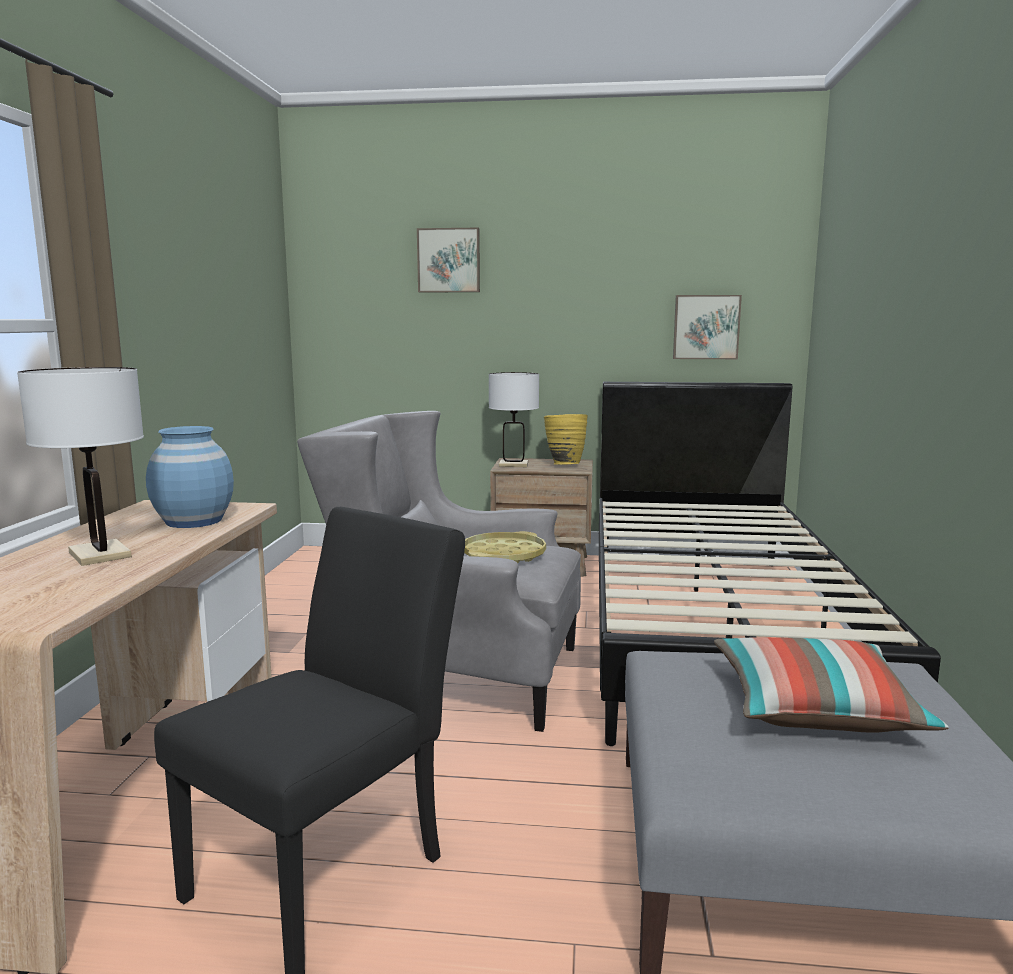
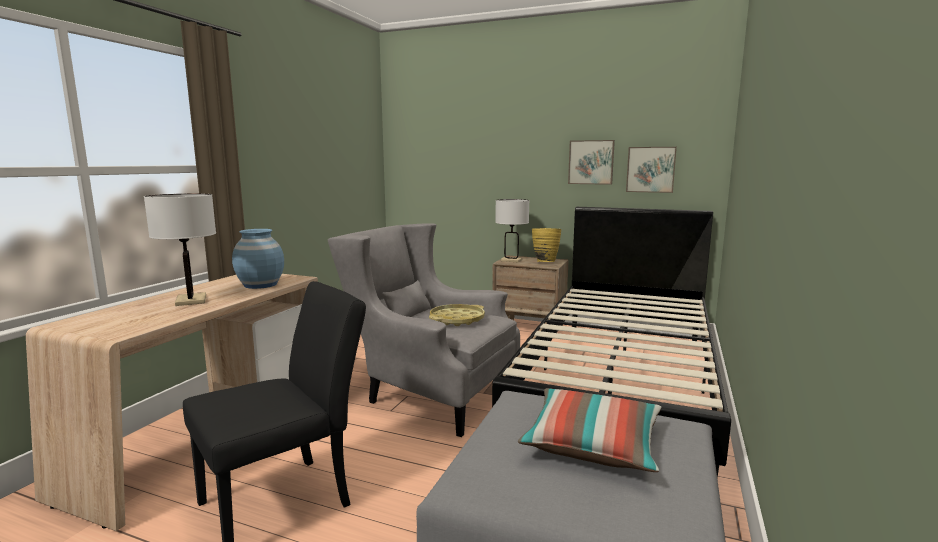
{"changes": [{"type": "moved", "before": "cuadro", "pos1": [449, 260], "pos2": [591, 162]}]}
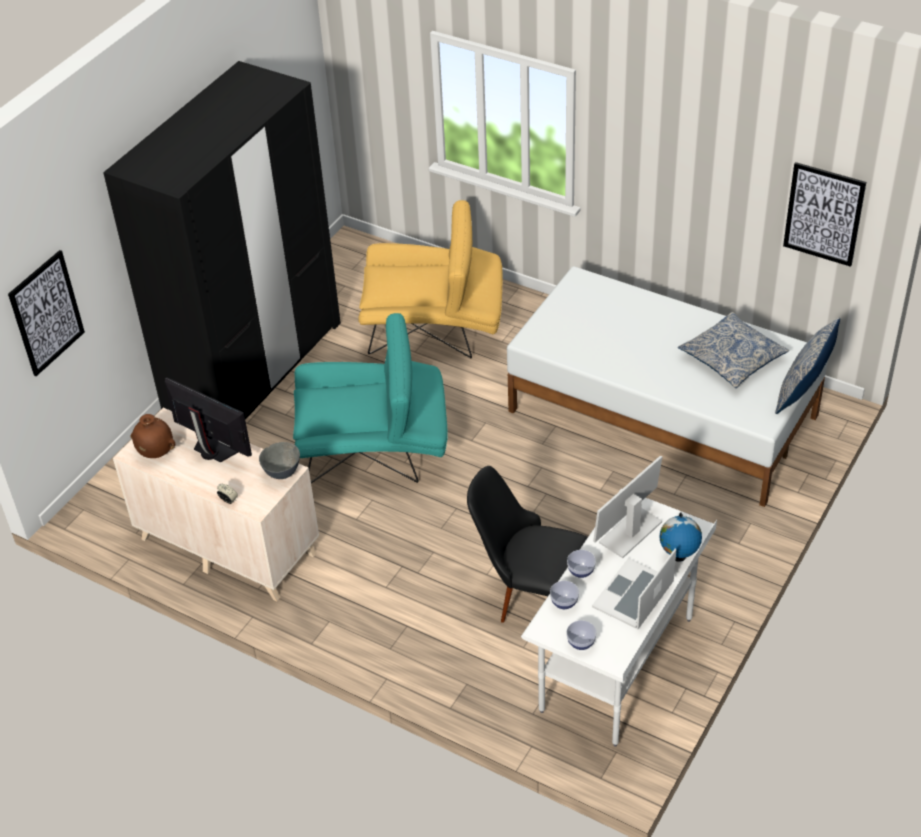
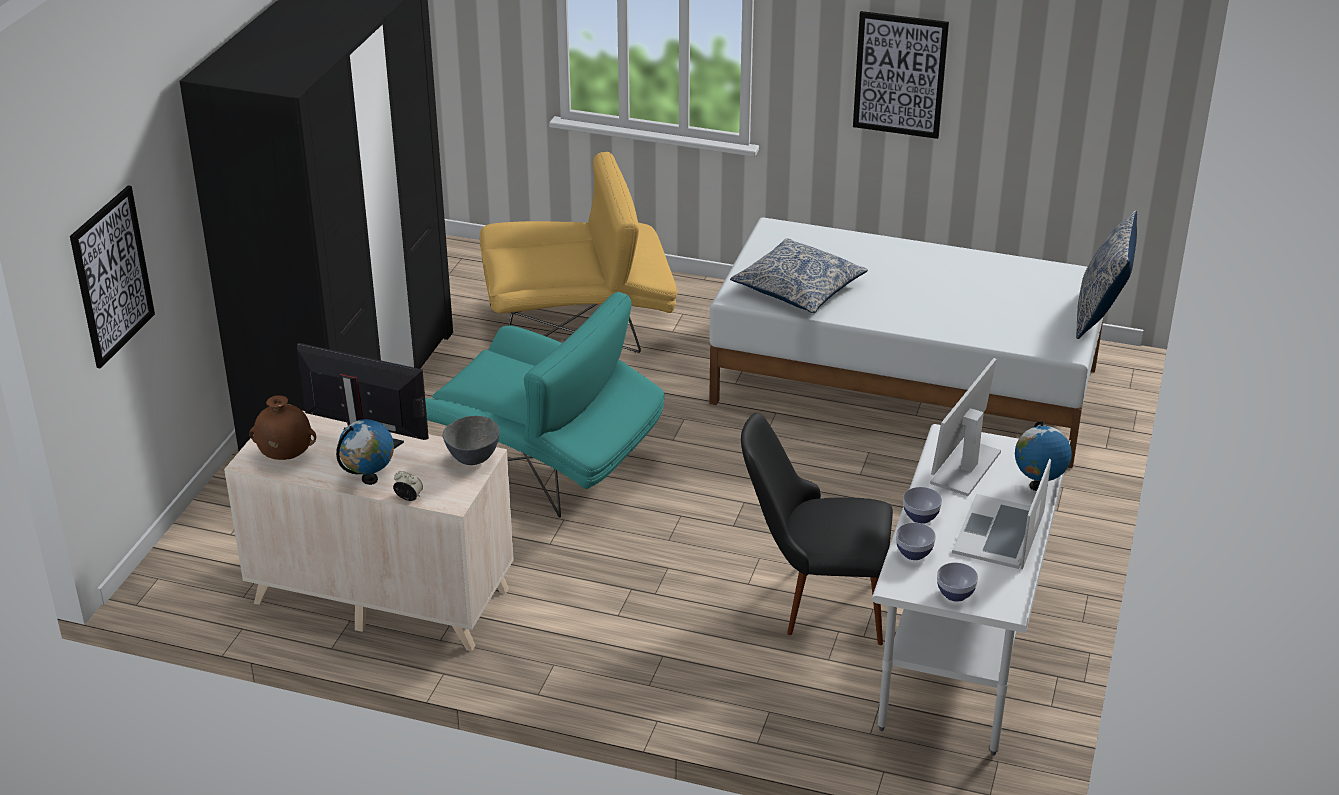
{"changes": [{"type": "turned", "before": "sillón [turquesa]", "pos1": [373, 449], "pos2": [545, 464], "turn": 45}, {"type": "moved", "before": "cojín", "pos1": [732, 358], "pos2": [799, 288]}, {"type": "moved", "before": "cuadro", "pos1": [824, 214], "pos2": [900, 74]}, {"type": "added", "after": "globo terráqueo", "pos2": [369, 479]}]}
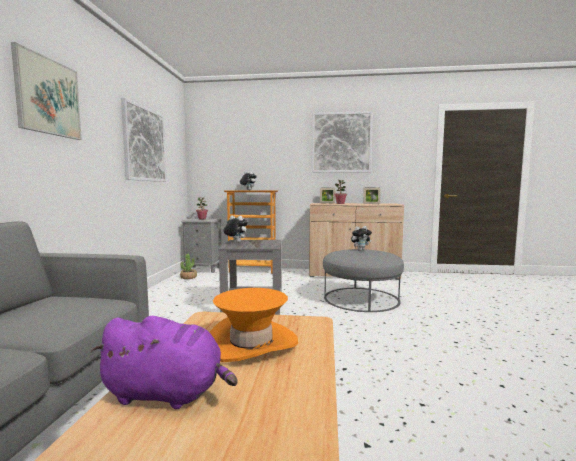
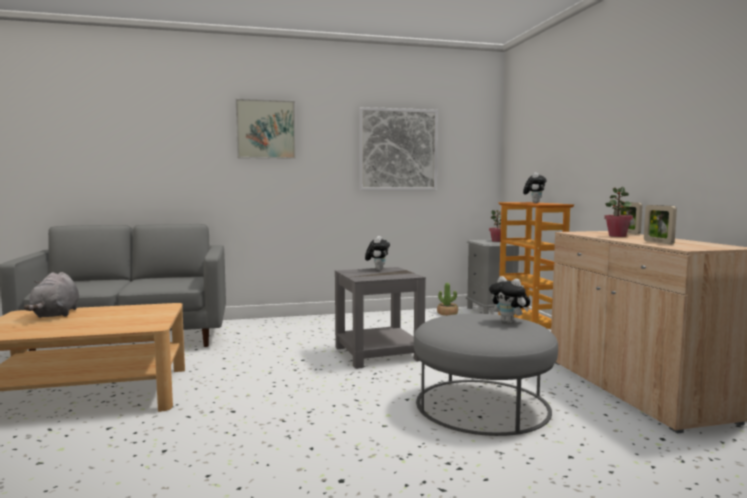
{"changes": [{"type": "recoloured", "before": "peluche [morado]", "after": "peluche [gris]", "pos1": [168, 393], "pos2": [56, 314]}, {"type": "removed", "before": "sombrero [naranja]", "pos1": [251, 343]}, {"type": "removed", "before": "cuadro", "pos1": [341, 142]}]}
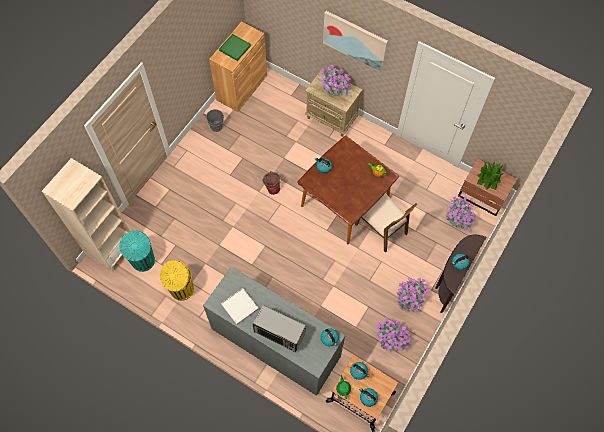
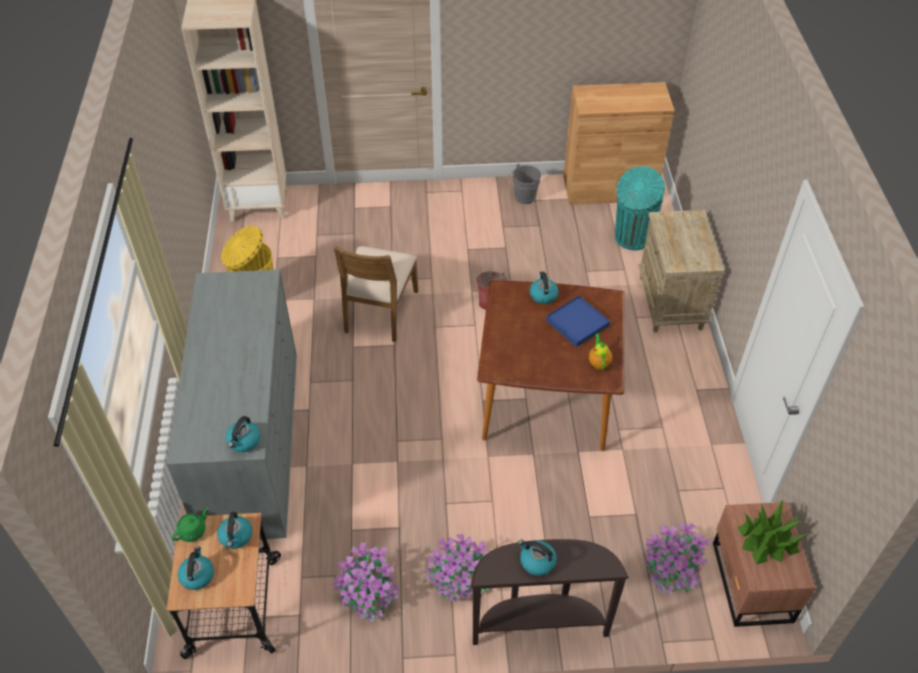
{"changes": [{"type": "moved", "before": "papelera [turquesa]", "pos1": [143, 261], "pos2": [632, 238]}, {"type": "removed", "before": "bandeja [verde]", "pos1": [235, 48]}, {"type": "removed", "before": "bandeja [blanco]", "pos1": [240, 306]}, {"type": "removed", "before": "microondas", "pos1": [279, 332]}, {"type": "removed", "before": "planta en maceta", "pos1": [335, 88]}, {"type": "removed", "before": "cuadro", "pos1": [355, 40]}, {"type": "moved", "before": "silla [marrón]", "pos1": [382, 229], "pos2": [380, 311]}, {"type": "added", "after": "bandeja [azul]", "pos2": [577, 323]}]}
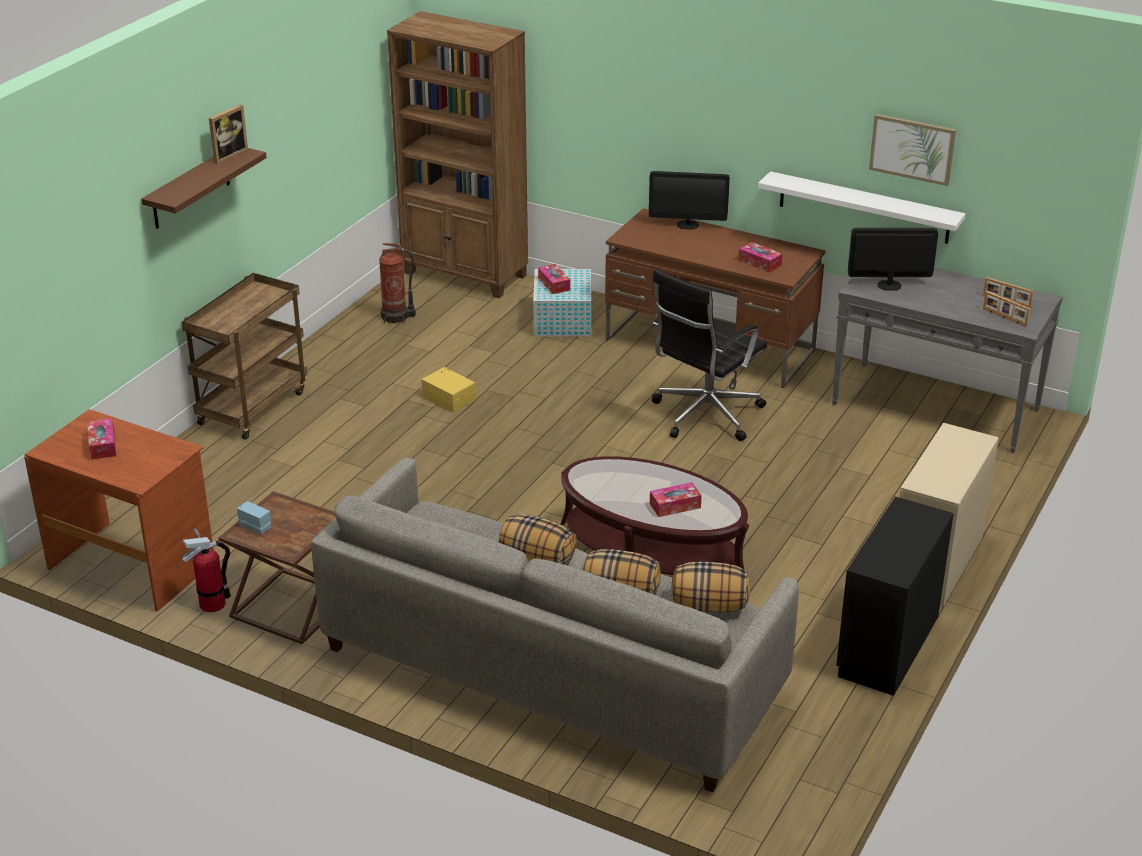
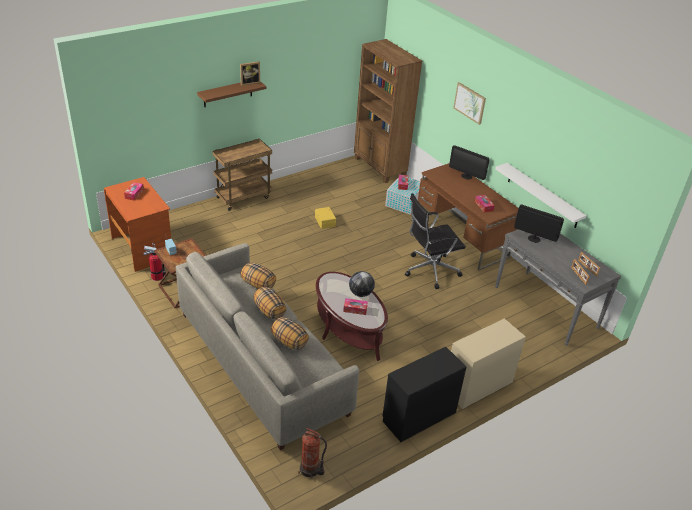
{"changes": [{"type": "moved", "before": "extintor", "pos1": [396, 317], "pos2": [310, 469]}, {"type": "moved", "before": "cojín", "pos1": [709, 606], "pos2": [258, 284]}, {"type": "moved", "before": "cuadro", "pos1": [912, 148], "pos2": [470, 103]}, {"type": "added", "after": "globo terráqueo", "pos2": [361, 293]}]}
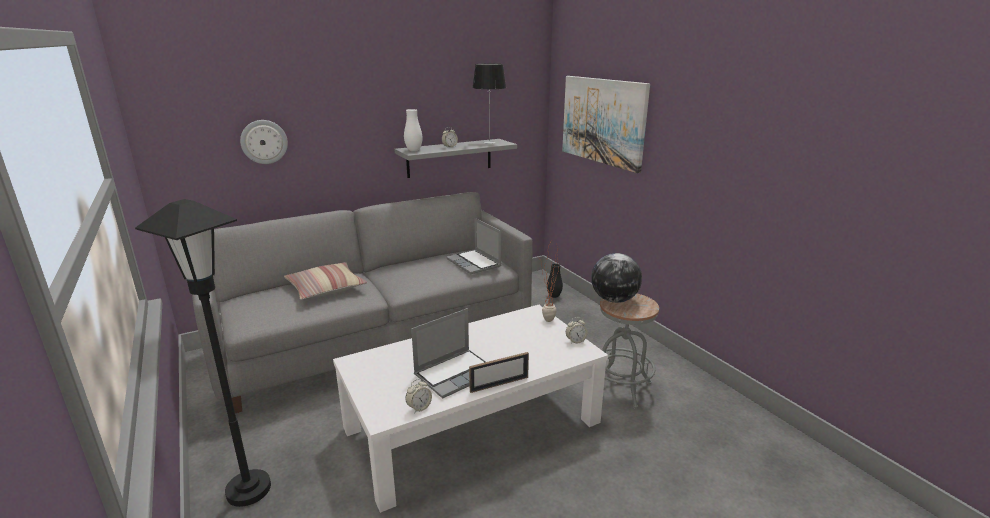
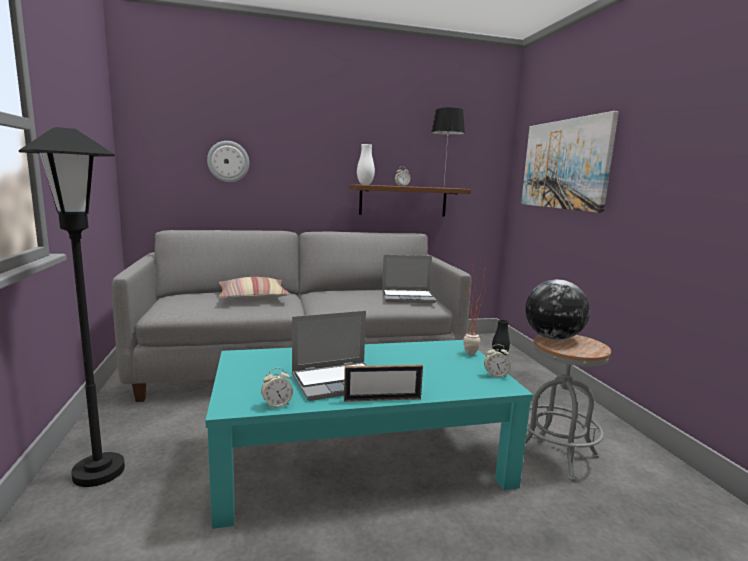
{"changes": [{"type": "recoloured", "before": "mesa de centro [blanco]", "after": "mesa de centro [turquesa]", "pos1": [473, 425], "pos2": [362, 459]}, {"type": "recoloured", "before": "estante [gris]", "after": "estante [marrón]", "pos1": [449, 158], "pos2": [403, 201]}, {"type": "turned", "before": "portátil", "pos1": [474, 263], "pos2": [408, 297], "turn": -75}]}
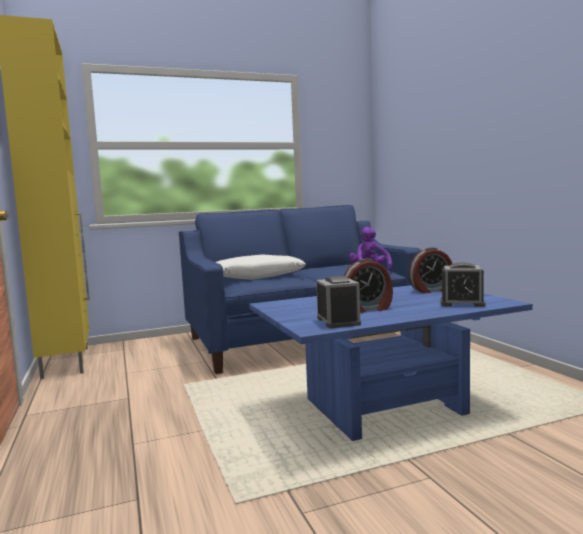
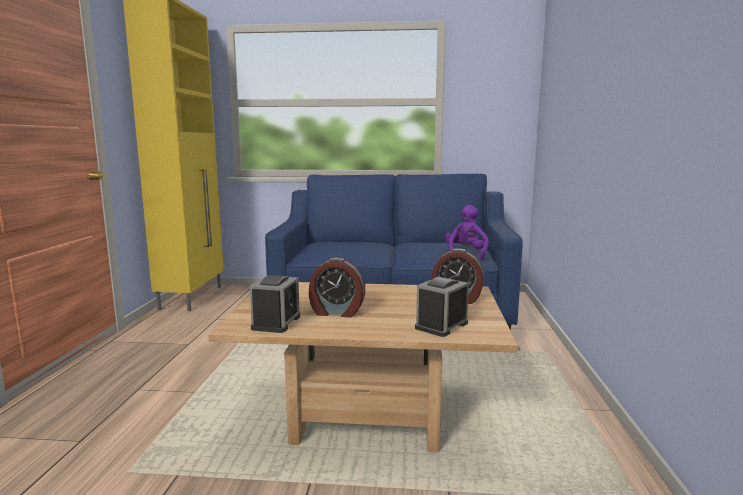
{"changes": [{"type": "removed", "before": "cojín [blanco]", "pos1": [258, 277]}, {"type": "recoloured", "before": "mesa de centro [azul]", "after": "mesa de centro [beis]", "pos1": [384, 407], "pos2": [368, 416]}, {"type": "turned", "before": "despertador", "pos1": [462, 303], "pos2": [441, 325], "turn": 90}]}
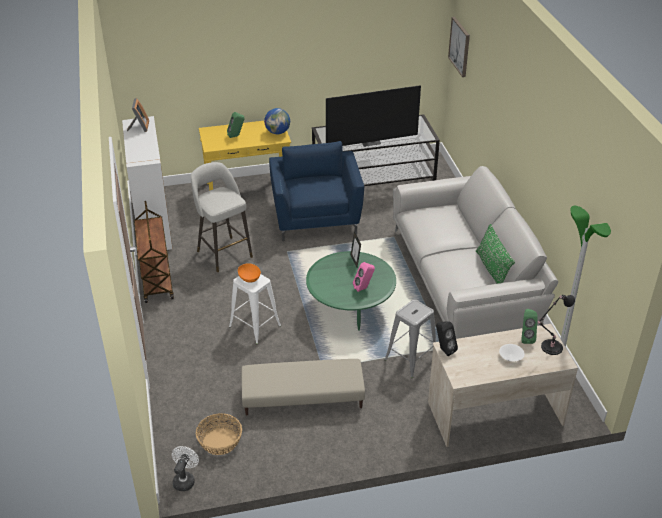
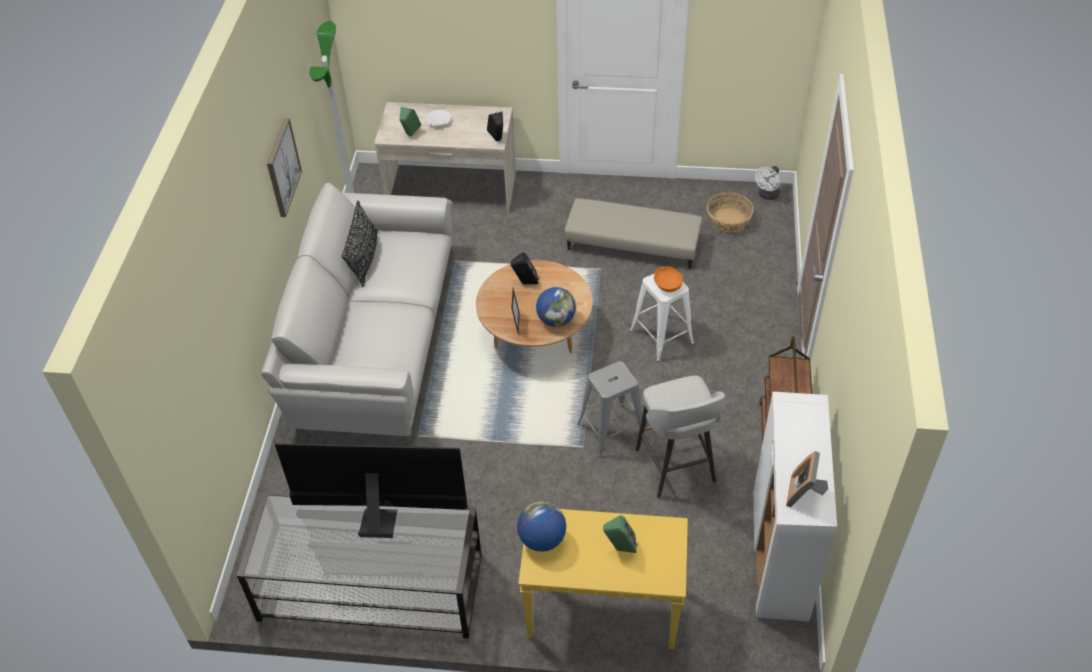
{"changes": [{"type": "removed", "before": "sillón [azul]", "pos1": [316, 219]}, {"type": "recoloured", "before": "mesa de centro [verde]", "after": "mesa de centro [marrón]", "pos1": [350, 308], "pos2": [535, 334]}, {"type": "recoloured", "before": "altavoz [rosa]", "after": "altavoz [negro]", "pos1": [364, 288], "pos2": [525, 283]}, {"type": "moved", "before": "taburete [gris]", "pos1": [411, 358], "pos2": [610, 430]}, {"type": "moved", "before": "cuadro", "pos1": [460, 46], "pos2": [282, 167]}, {"type": "recoloured", "before": "cojín [verde]", "after": "cojín [negro]", "pos1": [492, 269], "pos2": [364, 258]}, {"type": "removed", "before": "lámpara de mesa [negro]", "pos1": [550, 348]}, {"type": "added", "after": "globo terráqueo", "pos2": [556, 320]}]}
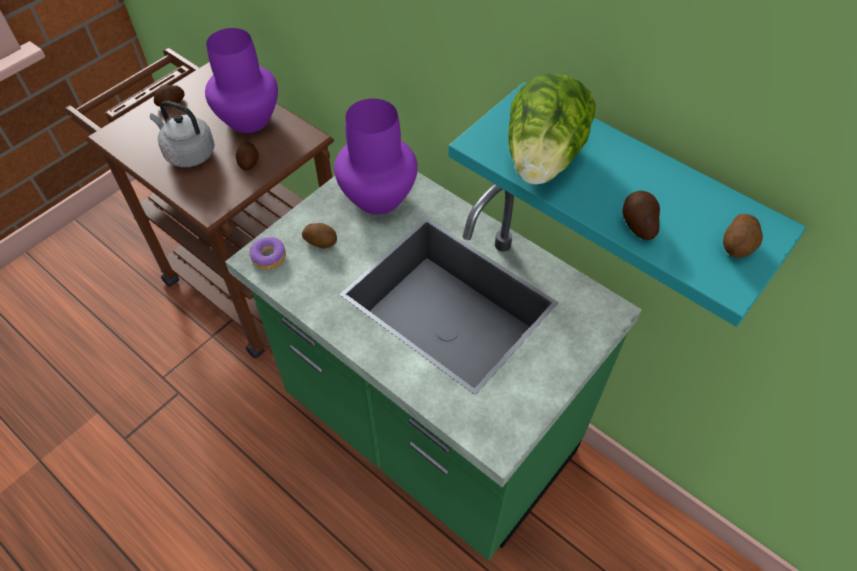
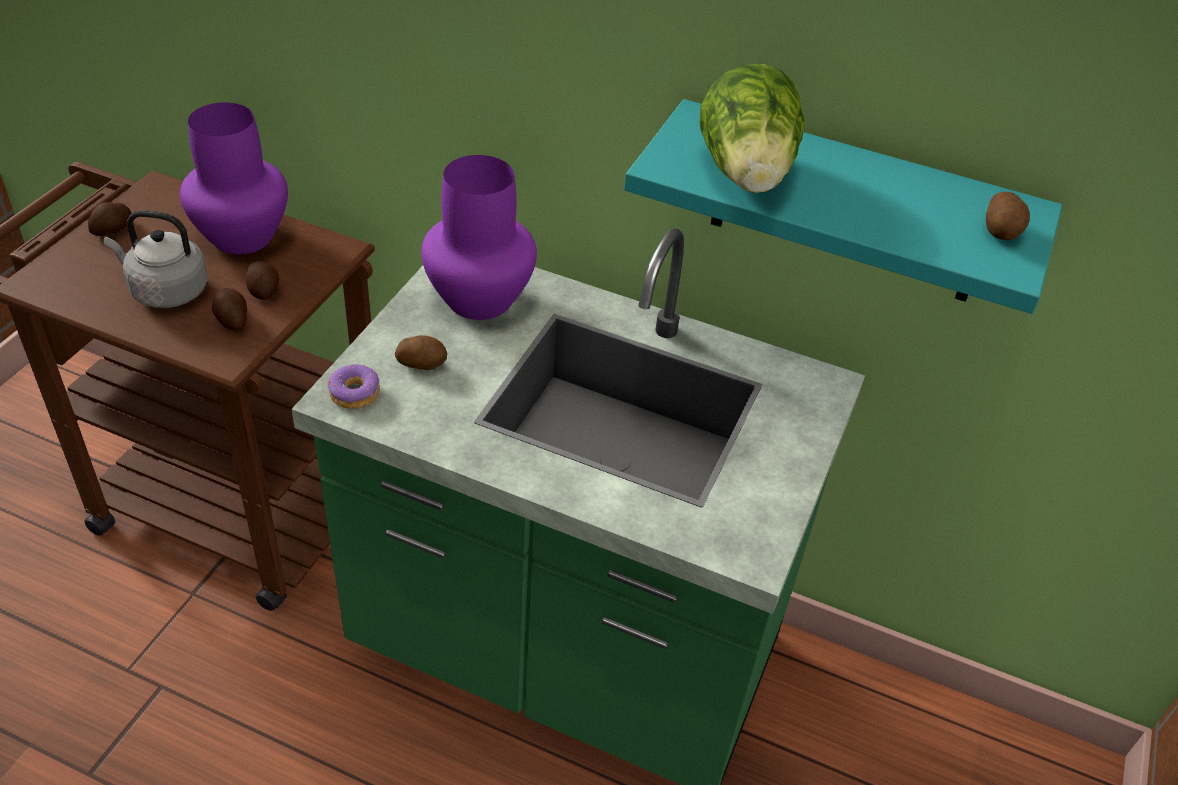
{"changes": [{"type": "moved", "before": "patata", "pos1": [637, 224], "pos2": [232, 319]}]}
